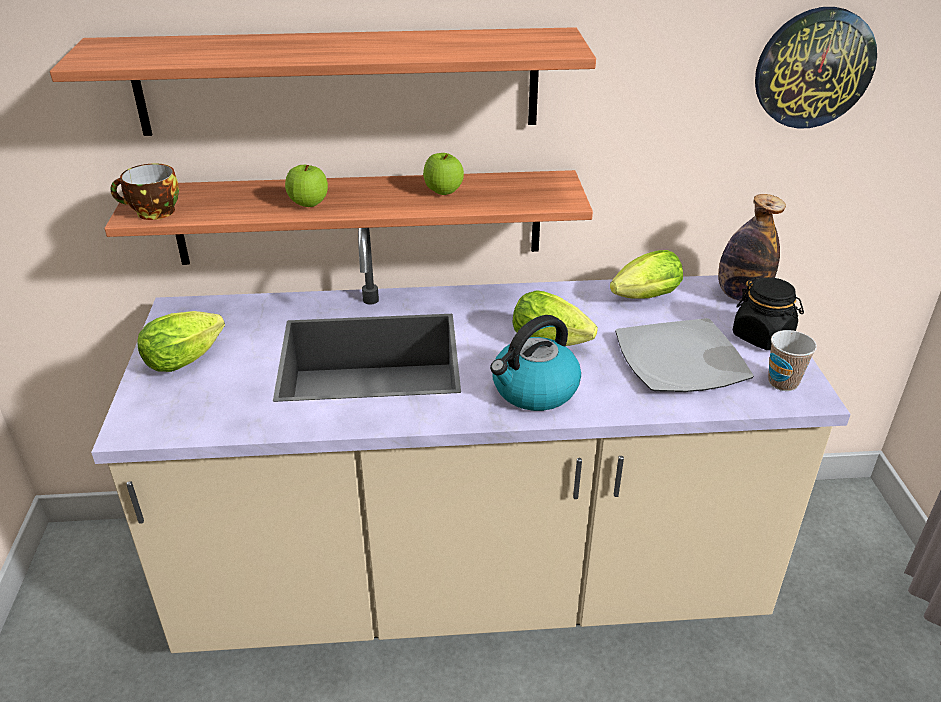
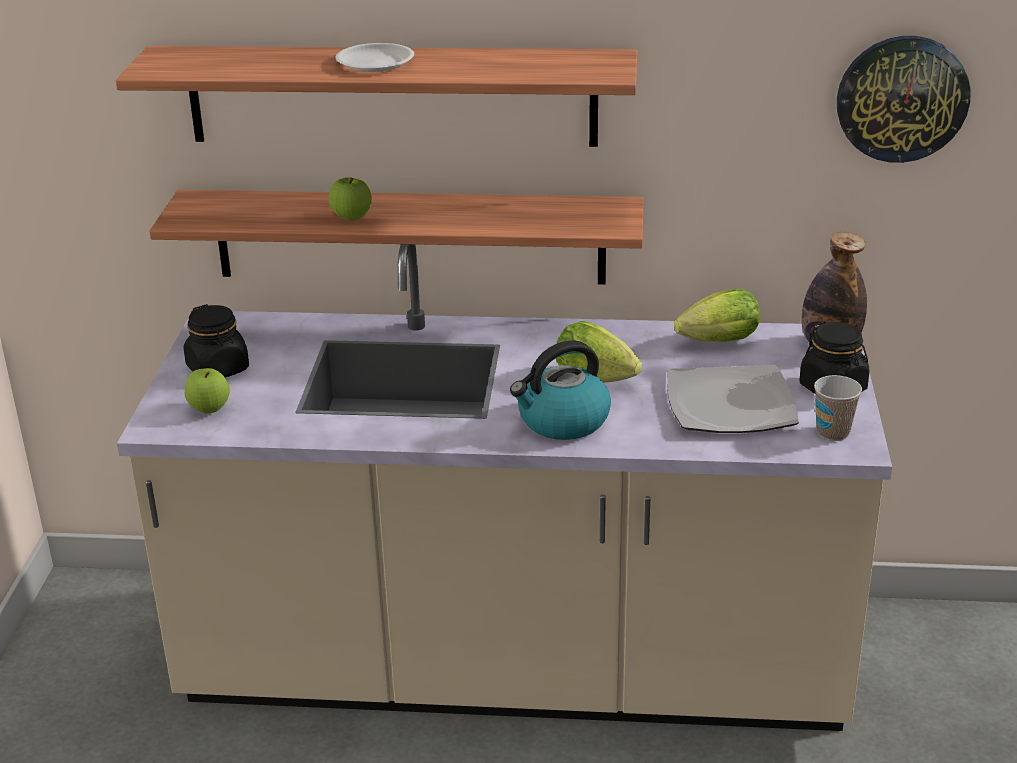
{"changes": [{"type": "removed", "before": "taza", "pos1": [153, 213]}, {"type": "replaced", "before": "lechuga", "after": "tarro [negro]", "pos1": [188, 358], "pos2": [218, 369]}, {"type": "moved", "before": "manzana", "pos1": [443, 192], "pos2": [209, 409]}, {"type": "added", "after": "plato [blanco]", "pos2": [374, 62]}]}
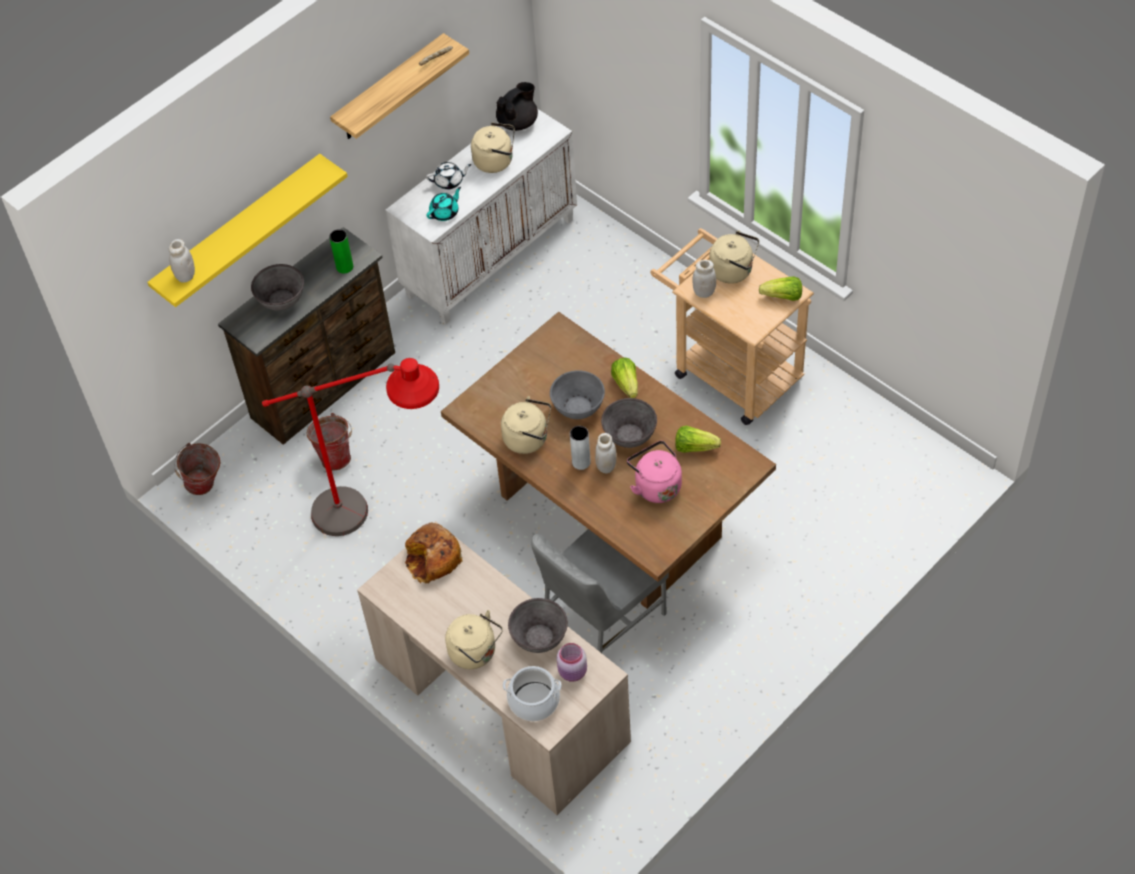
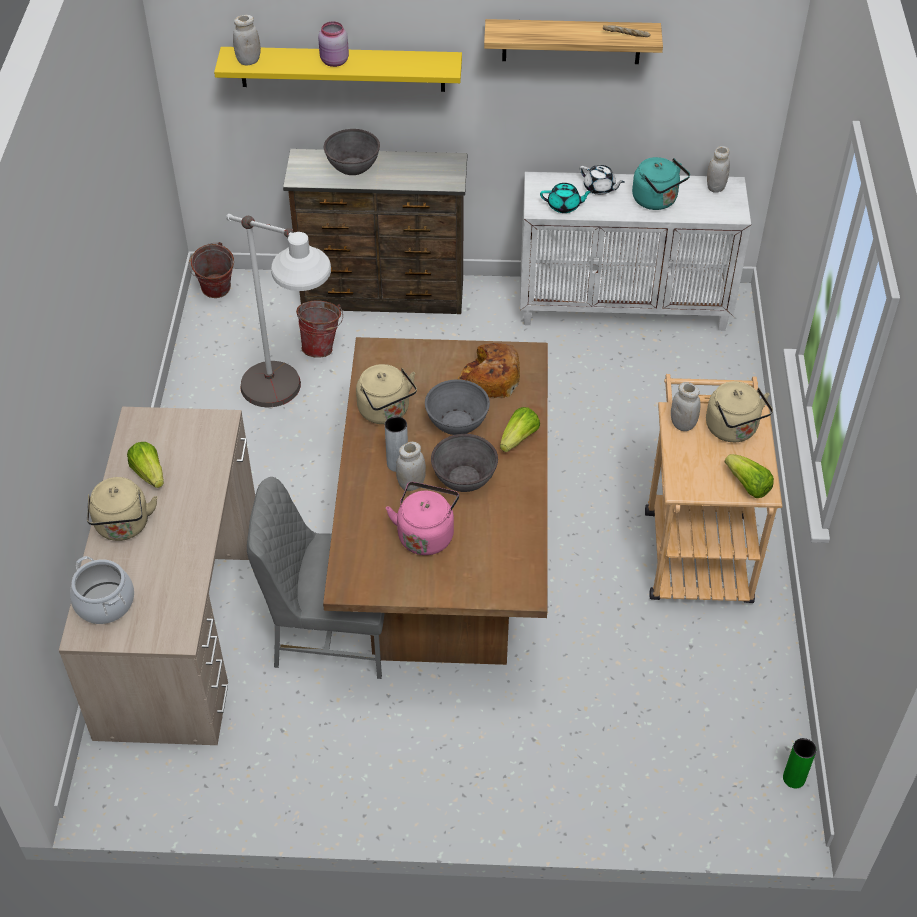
{"changes": [{"type": "recoloured", "before": "lámpara de pie [rojo]", "after": "lámpara de pie [blanco]", "pos1": [379, 516], "pos2": [290, 412]}, {"type": "moved", "before": "florero [verde]", "pos1": [344, 267], "pos2": [794, 778]}, {"type": "moved", "before": "pan", "pos1": [433, 559], "pos2": [489, 378]}, {"type": "recoloured", "before": "hervidor [beis]", "after": "hervidor [turquesa]", "pos1": [496, 161], "pos2": [657, 201]}, {"type": "replaced", "before": "tetera [negro]", "after": "tarro [blanco]", "pos1": [518, 122], "pos2": [715, 187]}, {"type": "removed", "before": "cuenco [gris]", "pos1": [539, 637]}, {"type": "moved", "before": "tarro [rosa]", "pos1": [573, 672], "pos2": [334, 62]}, {"type": "moved", "before": "lechuga", "pos1": [695, 447], "pos2": [149, 473]}]}
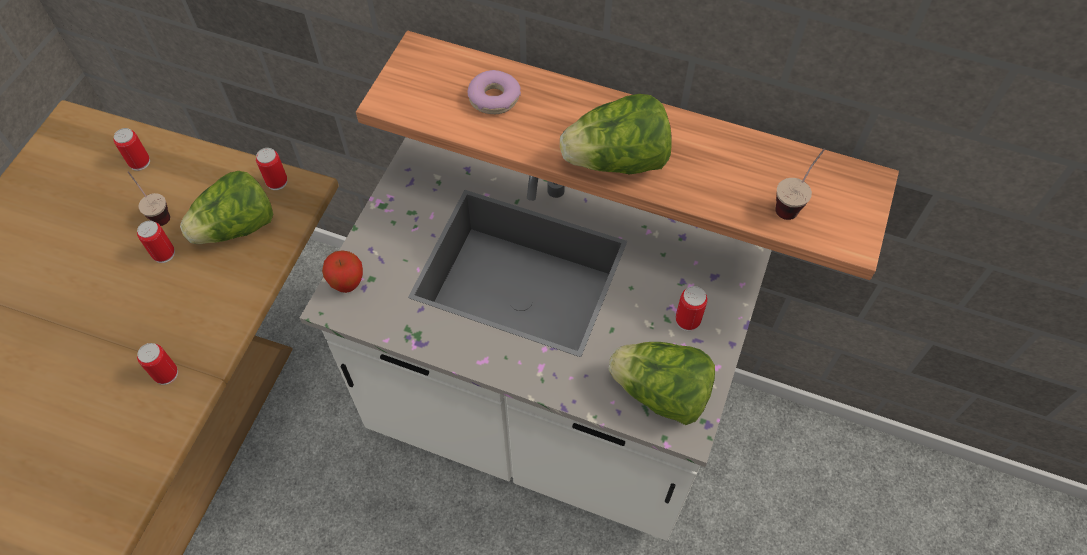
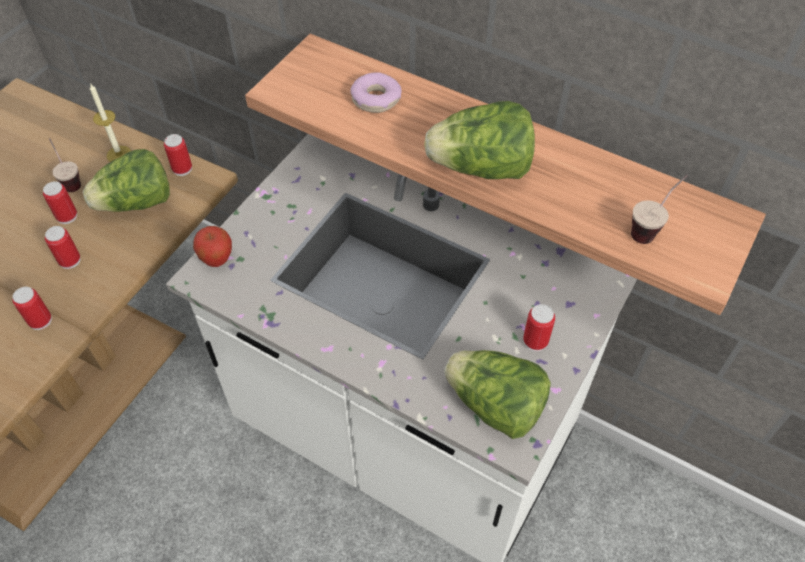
{"changes": [{"type": "moved", "before": "lata", "pos1": [139, 162], "pos2": [70, 260]}, {"type": "added", "after": "vela", "pos2": [119, 154]}]}
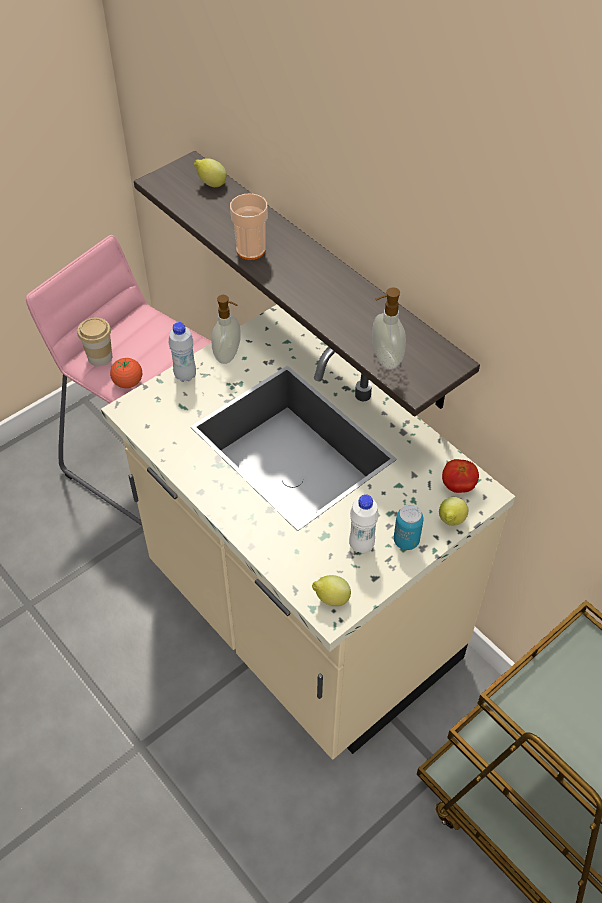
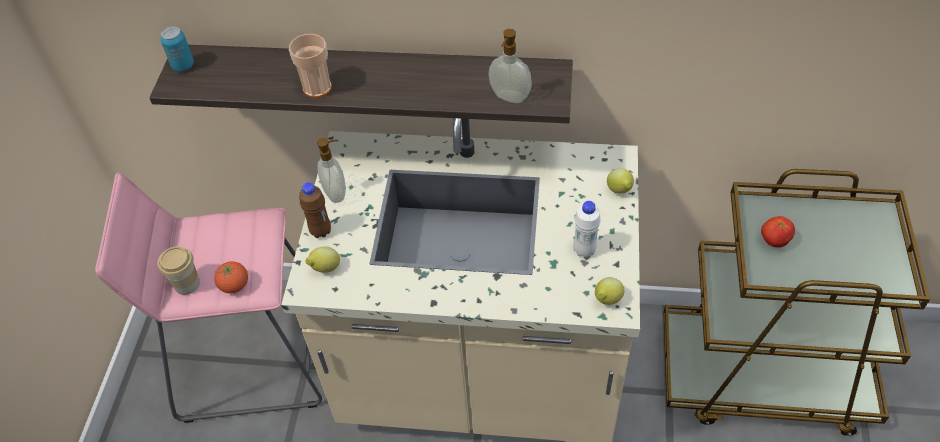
{"changes": [{"type": "recoloured", "before": "botella [blanco]", "after": "botella [marrón]", "pos1": [185, 375], "pos2": [321, 231]}, {"type": "moved", "before": "limón", "pos1": [211, 184], "pos2": [325, 268]}, {"type": "moved", "before": "lata", "pos1": [406, 541], "pos2": [183, 65]}, {"type": "moved", "before": "tomate", "pos1": [458, 486], "pos2": [774, 240]}]}
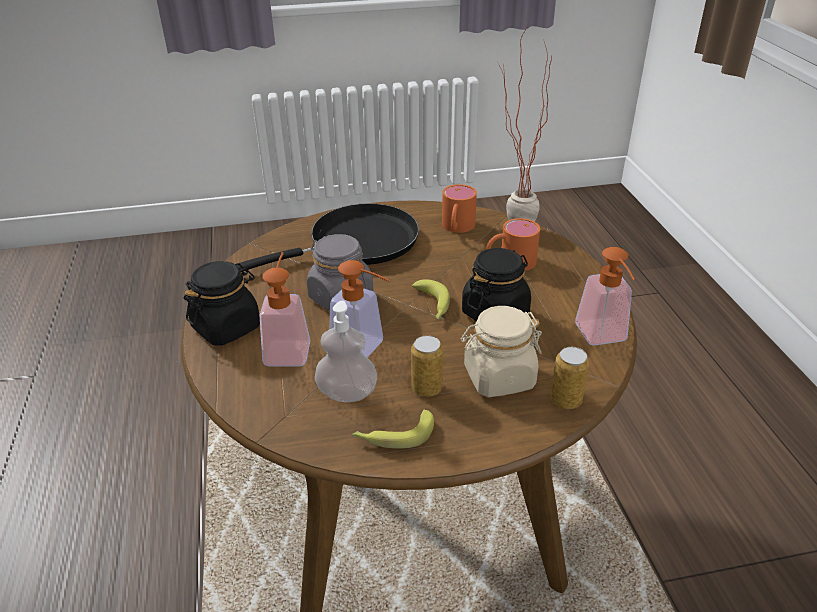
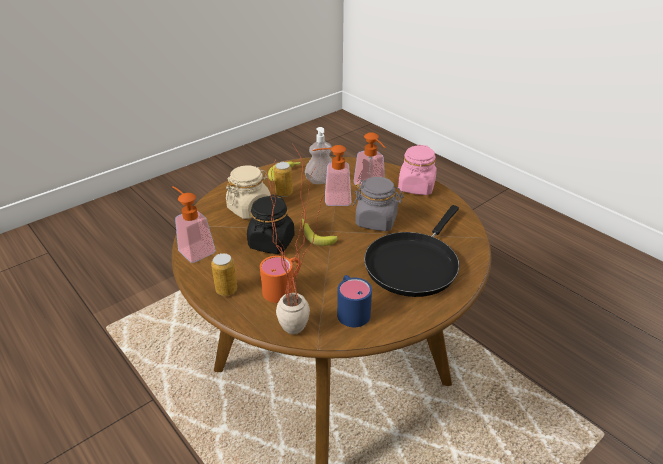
{"changes": [{"type": "recoloured", "before": "tarro [negro]", "after": "tarro [rosa]", "pos1": [227, 327], "pos2": [416, 187]}, {"type": "recoloured", "before": "taza grande [naranja]", "after": "taza grande [azul]", "pos1": [456, 228], "pos2": [351, 309]}, {"type": "moved", "before": "lata", "pos1": [565, 400], "pos2": [226, 290]}]}
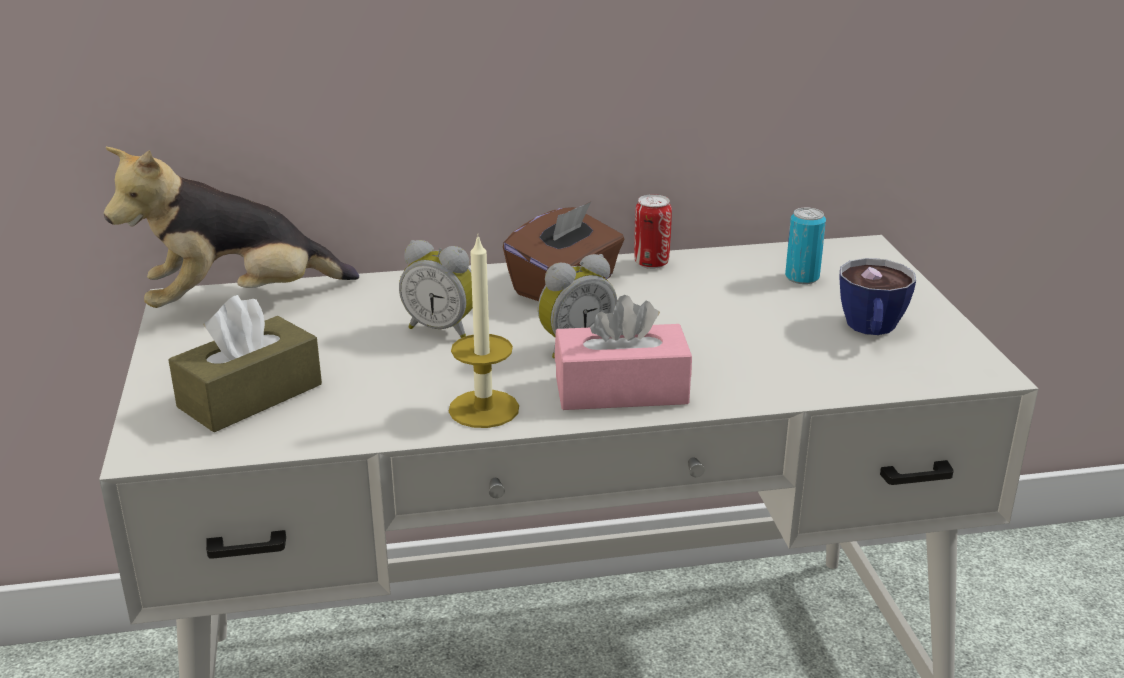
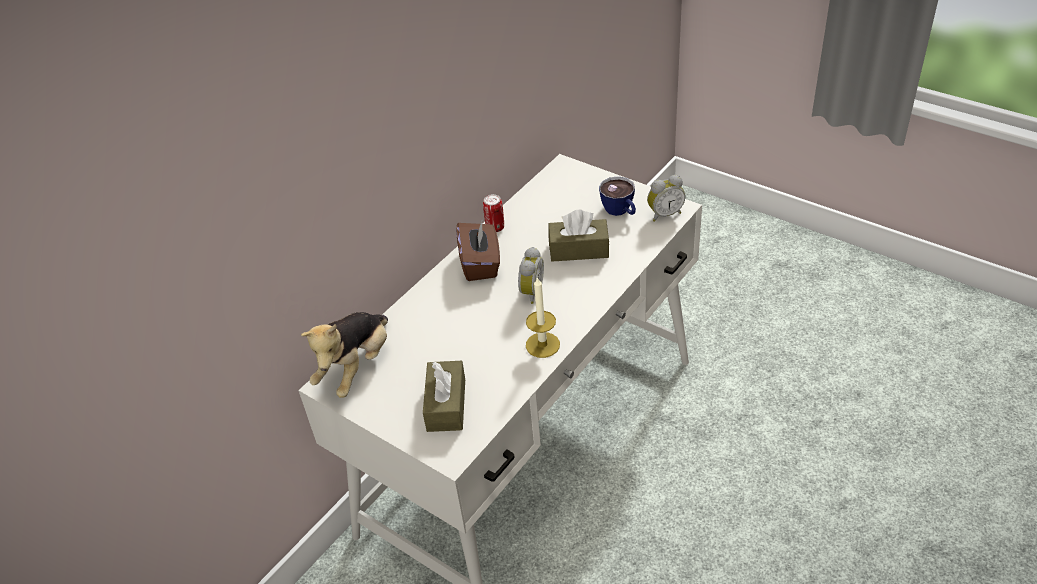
{"changes": [{"type": "moved", "before": "despertador", "pos1": [442, 329], "pos2": [664, 214]}, {"type": "removed", "before": "caja de pañuelos [rosa]", "pos1": [621, 390]}, {"type": "removed", "before": "lata", "pos1": [802, 277]}, {"type": "added", "after": "caja de pañuelos [marrón]", "pos2": [579, 249]}]}
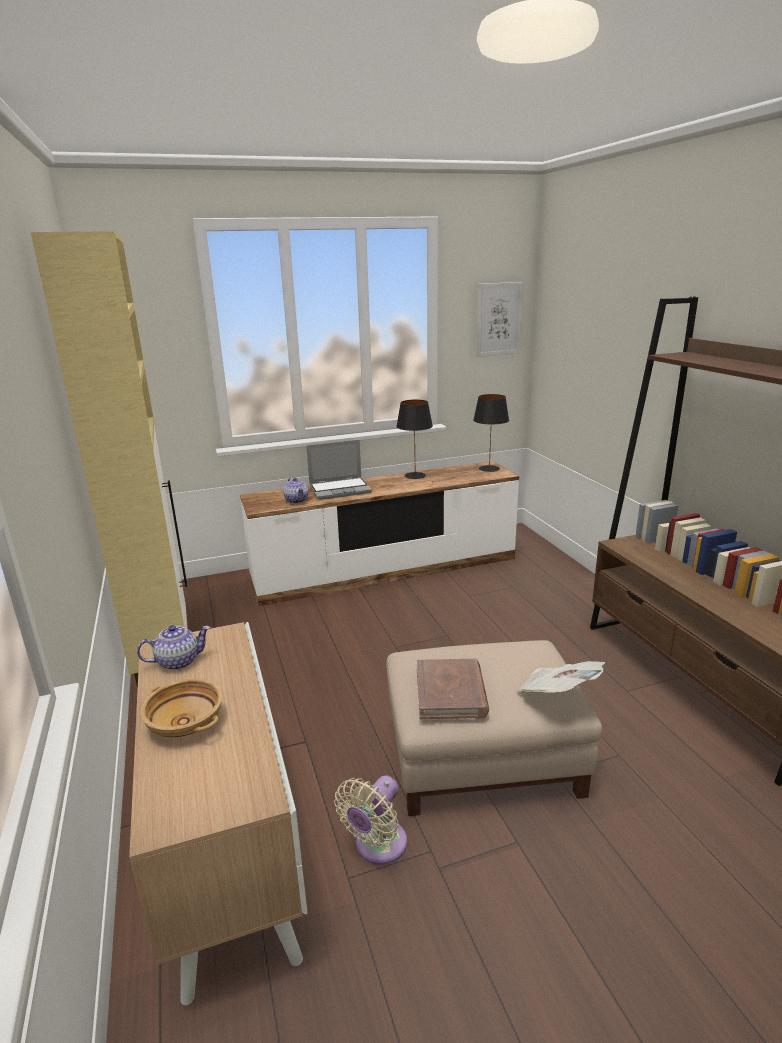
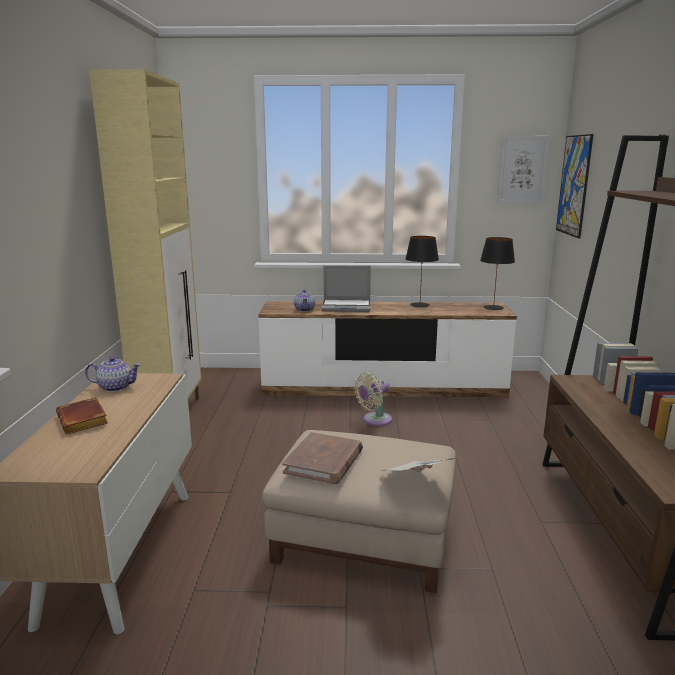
{"changes": [{"type": "replaced", "before": "cuenco [beis]", "after": "libro [marrón]", "pos1": [186, 723], "pos2": [84, 421]}, {"type": "moved", "before": "ventilador [beis]", "pos1": [377, 846], "pos2": [374, 420]}, {"type": "added", "after": "cuadro", "pos2": [574, 185]}]}
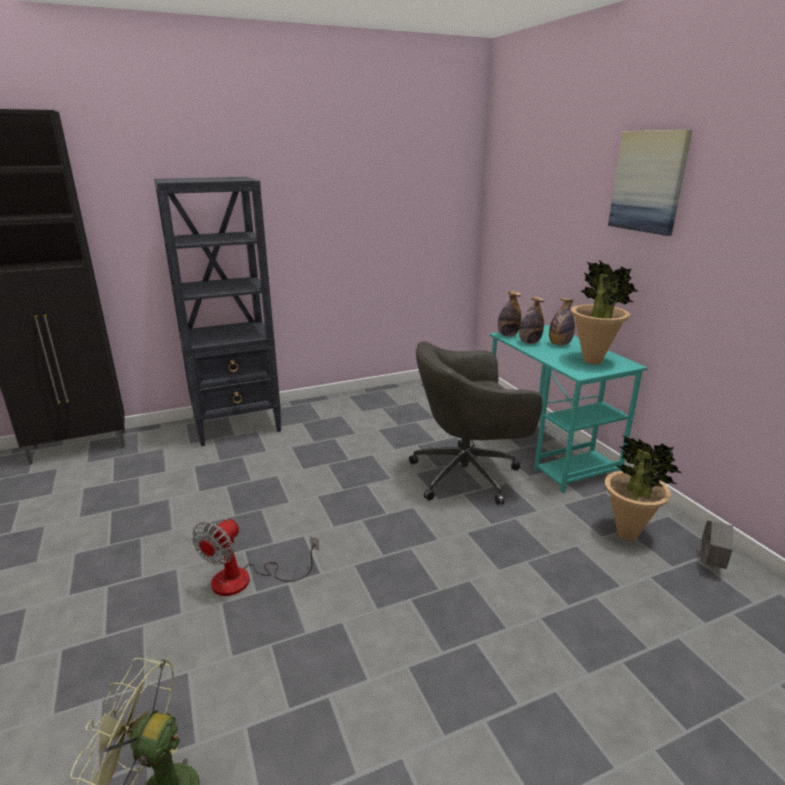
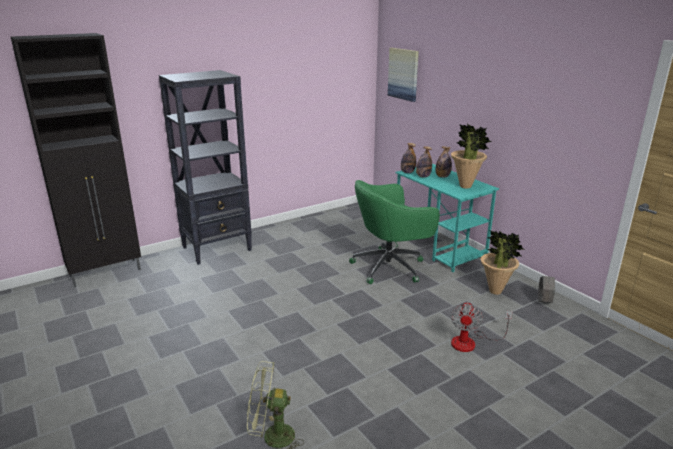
{"changes": [{"type": "moved", "before": "ventilador", "pos1": [245, 580], "pos2": [471, 342]}, {"type": "recoloured", "before": "silla de oficina [gris]", "after": "silla de oficina [verde]", "pos1": [468, 474], "pos2": [390, 267]}, {"type": "moved", "before": "cuadro", "pos1": [648, 181], "pos2": [403, 74]}]}
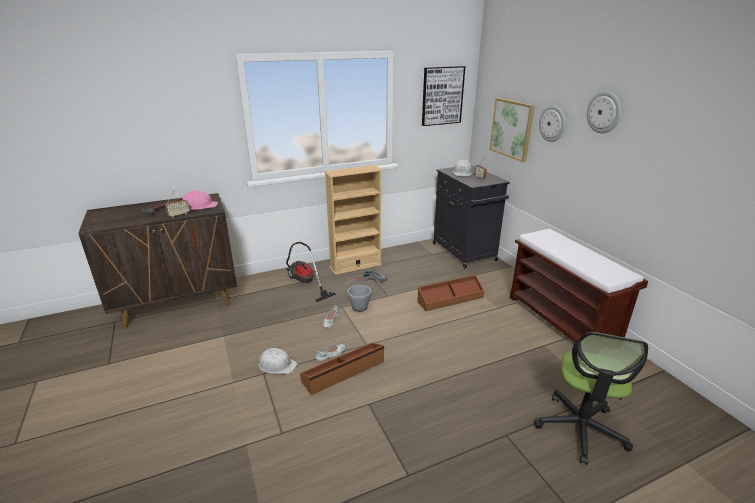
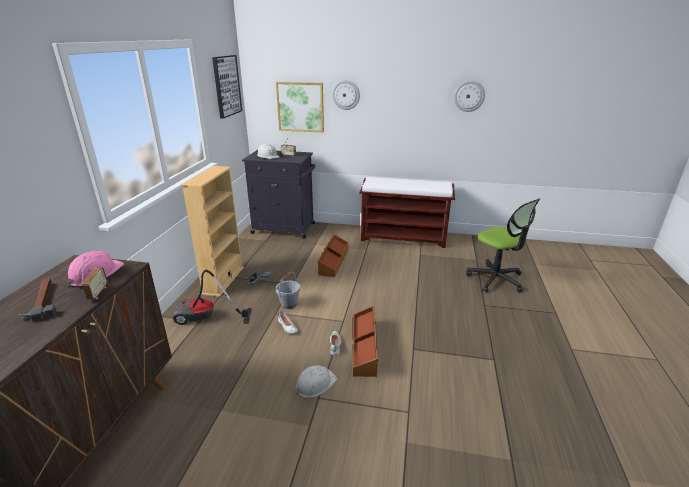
{"changes": [{"type": "moved", "before": "reloj de pared", "pos1": [604, 112], "pos2": [469, 96]}]}
